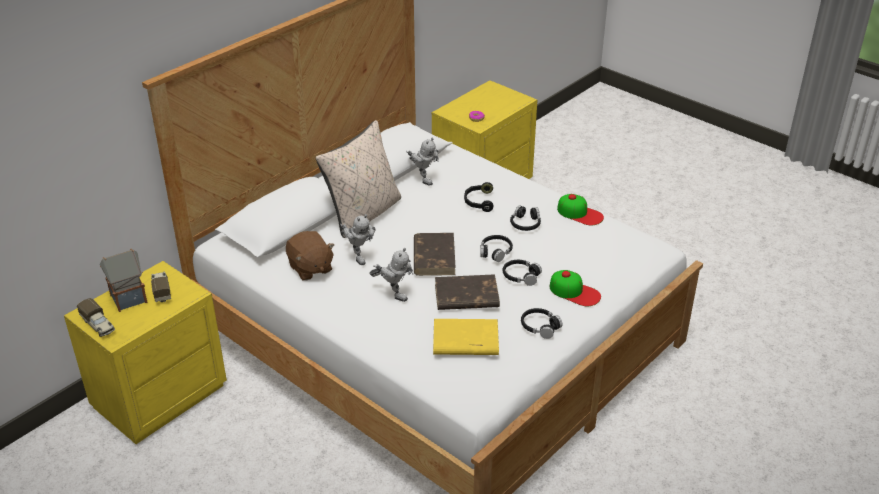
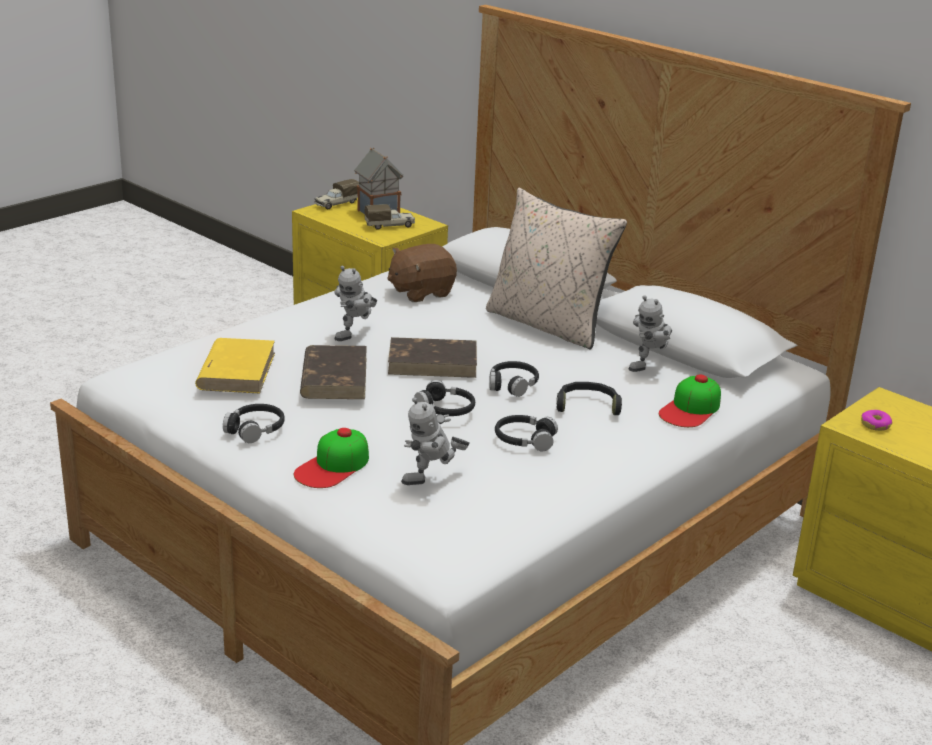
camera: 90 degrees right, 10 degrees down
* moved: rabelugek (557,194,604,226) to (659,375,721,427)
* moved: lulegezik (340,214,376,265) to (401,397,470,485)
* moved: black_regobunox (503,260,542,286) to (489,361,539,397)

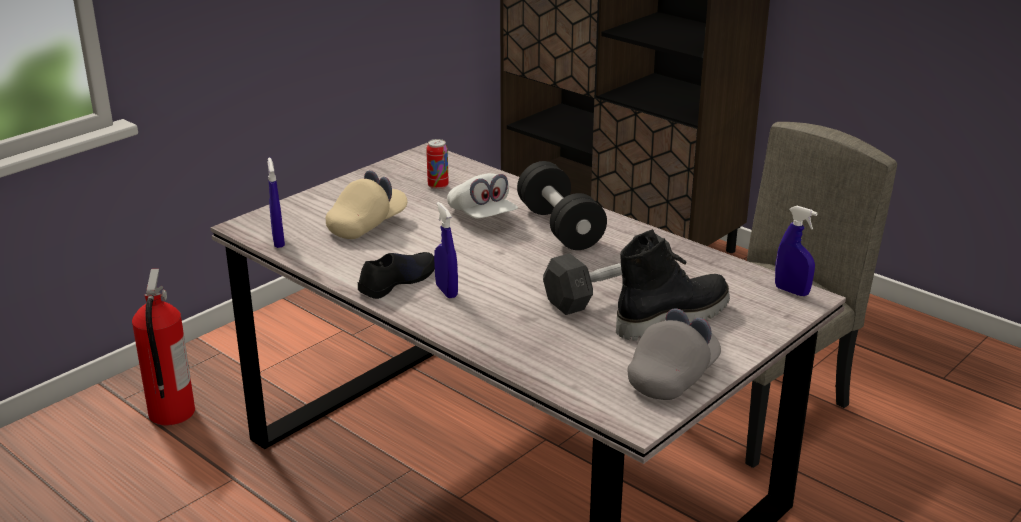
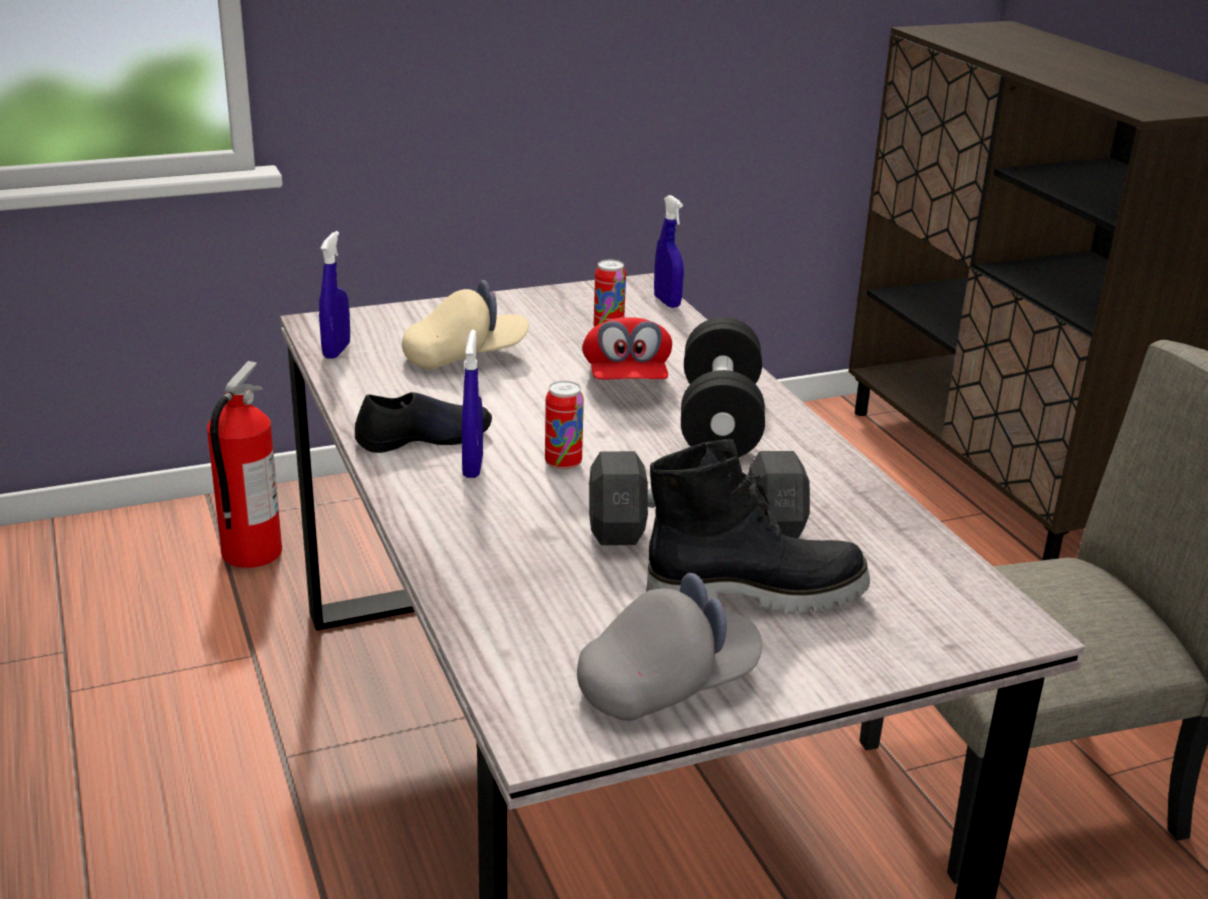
camera: 25 degrees right, 0 degrees up
* recoloured: white_rabelugek (447,173,518,218) to red_rabelugek (582,317,672,379)
* moved: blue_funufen (775,206,817,296) to (654,195,684,308)
* added: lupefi (545,381,584,471)

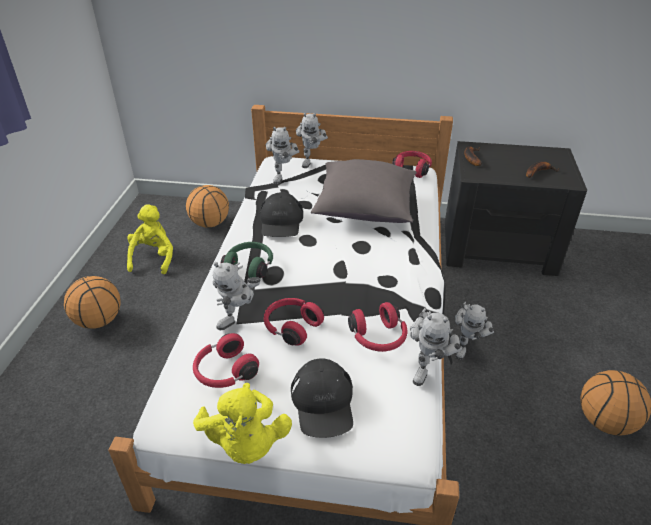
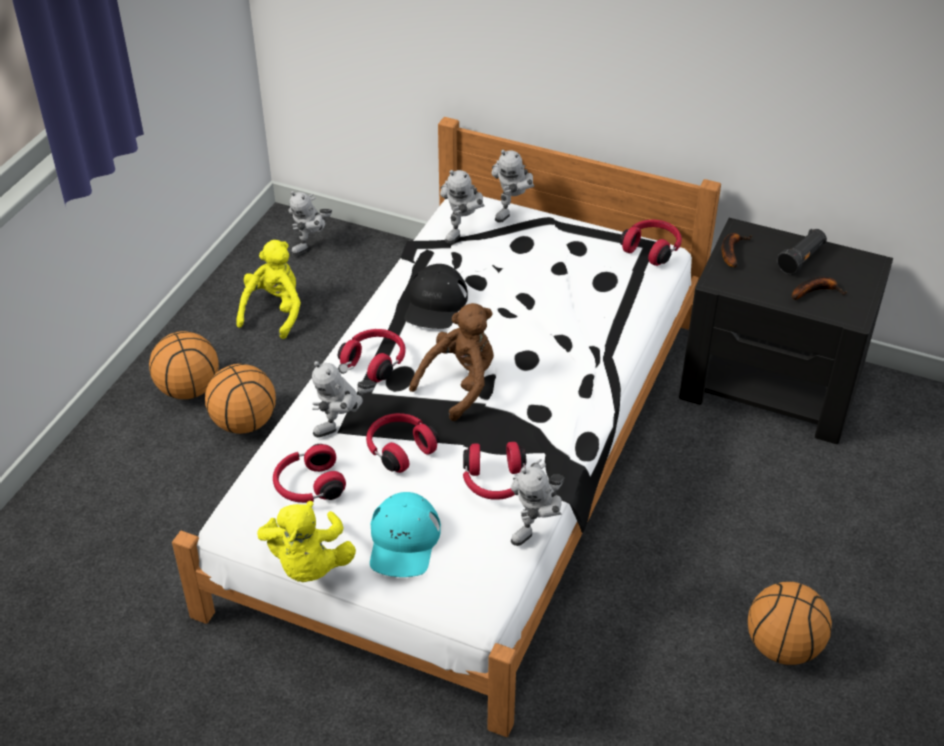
camera: 15 degrees right, 5 degrees up
* removed: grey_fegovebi (311,159,417,223)
* moved: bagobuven (186,185,229,228) to (205,364,276,434)
* recoloured: green_regobunox (221,242,273,278) to red_regobunox (338,329,406,382)
* moved: lulegezik (455,302,494,360) to (288,191,332,255)
* recoloured: black_rabelugek (291,358,353,438) to turquoise_rabelugek (370,492,441,577)
* added: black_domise (777,229,827,275)
* added: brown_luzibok (409,303,494,421)

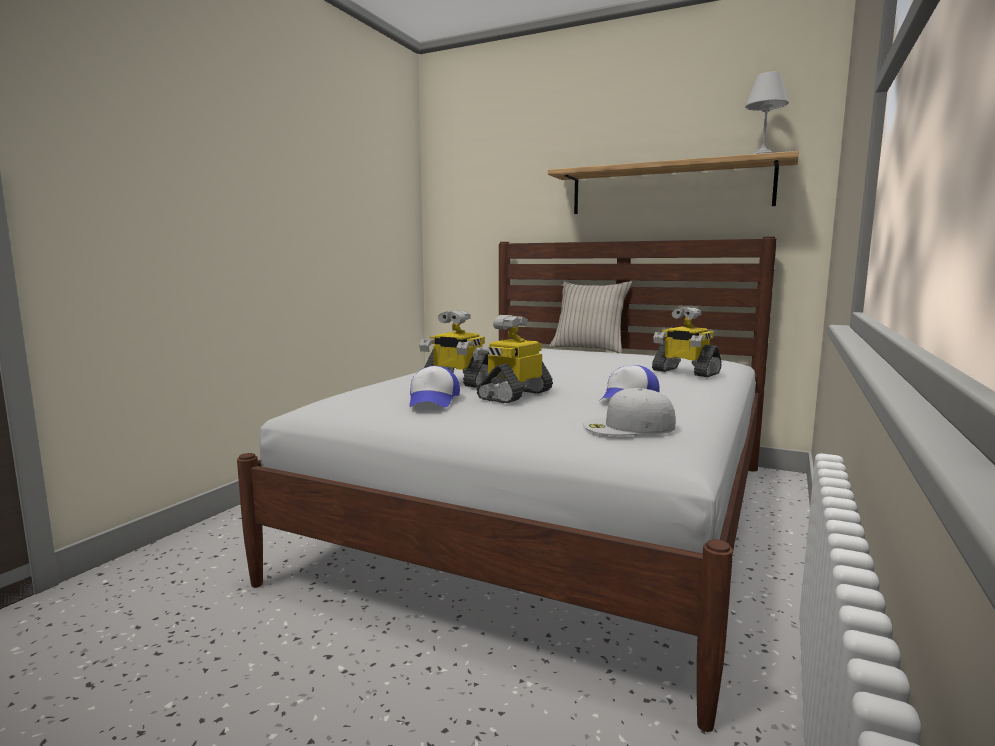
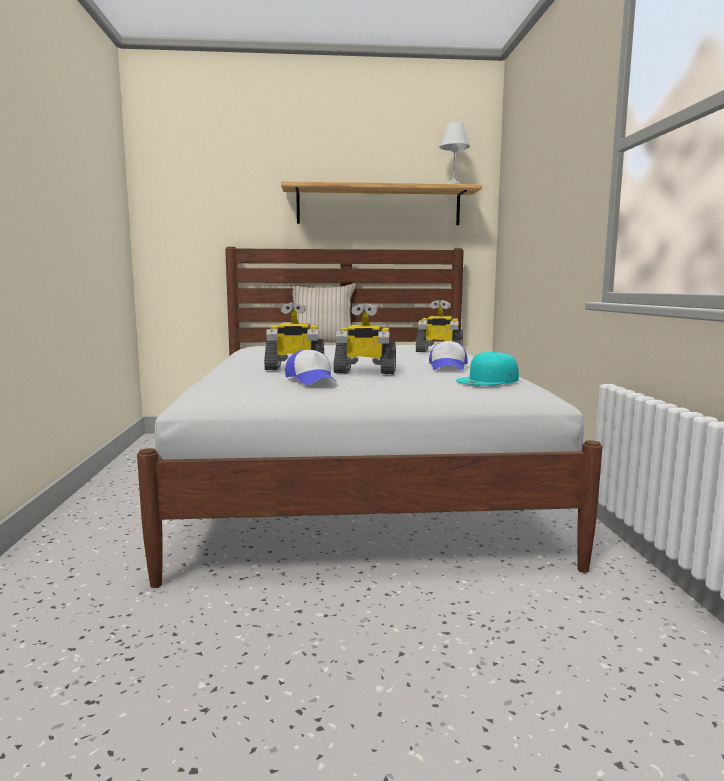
camera: 30 degrees left, 0 degrees up
* turned: lulegezik (473,315,553,403) = (333,303,396,374) 90 degrees counterclockwise
* recoloured: white_rabelugek (583,388,676,435) to turquoise_rabelugek (456,351,519,386)

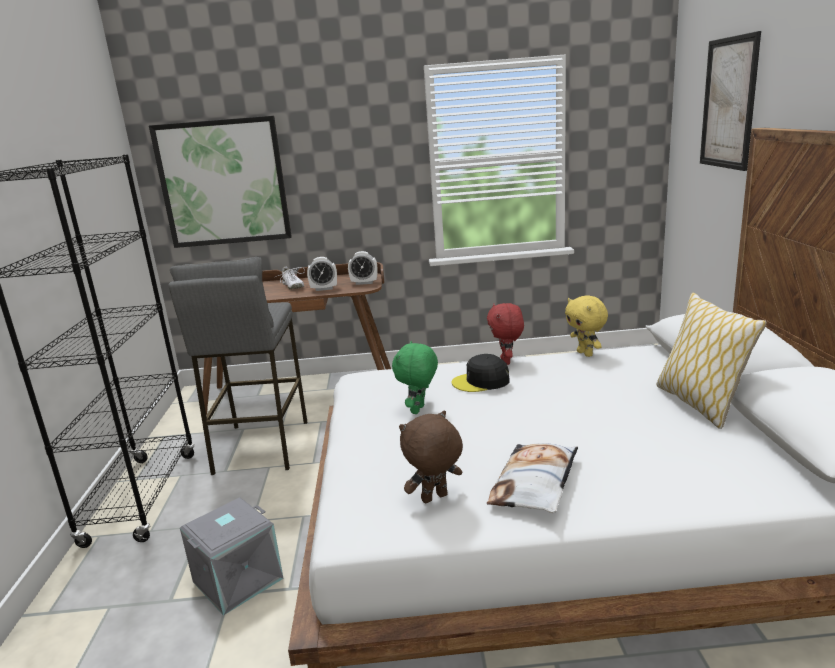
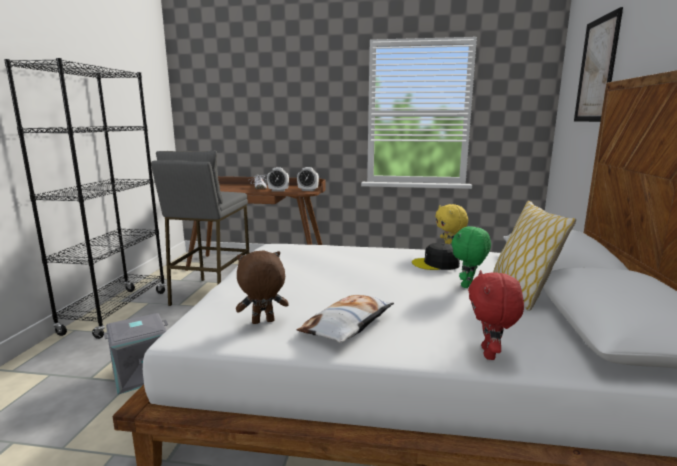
camera: 10 degrees right, 5 degrees down
* removed: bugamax (149,116,292,248)
* moved: red_luzibok (487,303,524,365) to (468,270,524,360)
* moved: green_luzibok (392,341,438,414) to (451,226,491,288)
* moved: black_rabelugek (452,354,510,392) to (412,243,460,270)

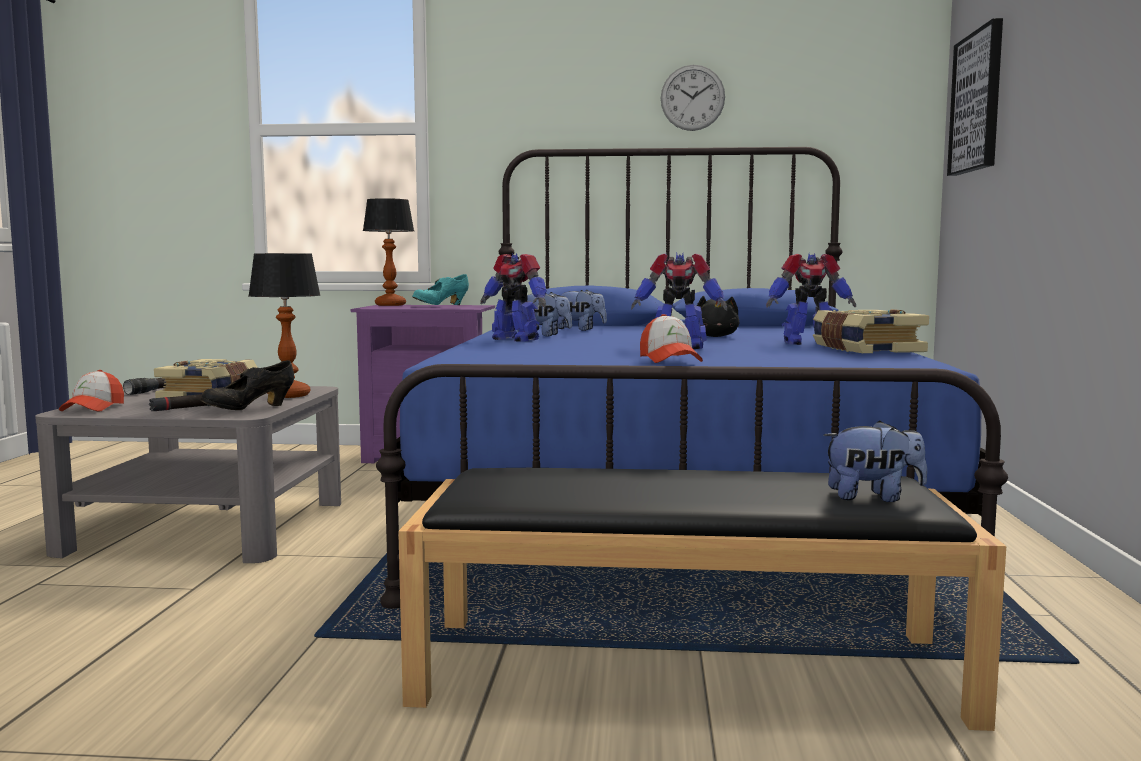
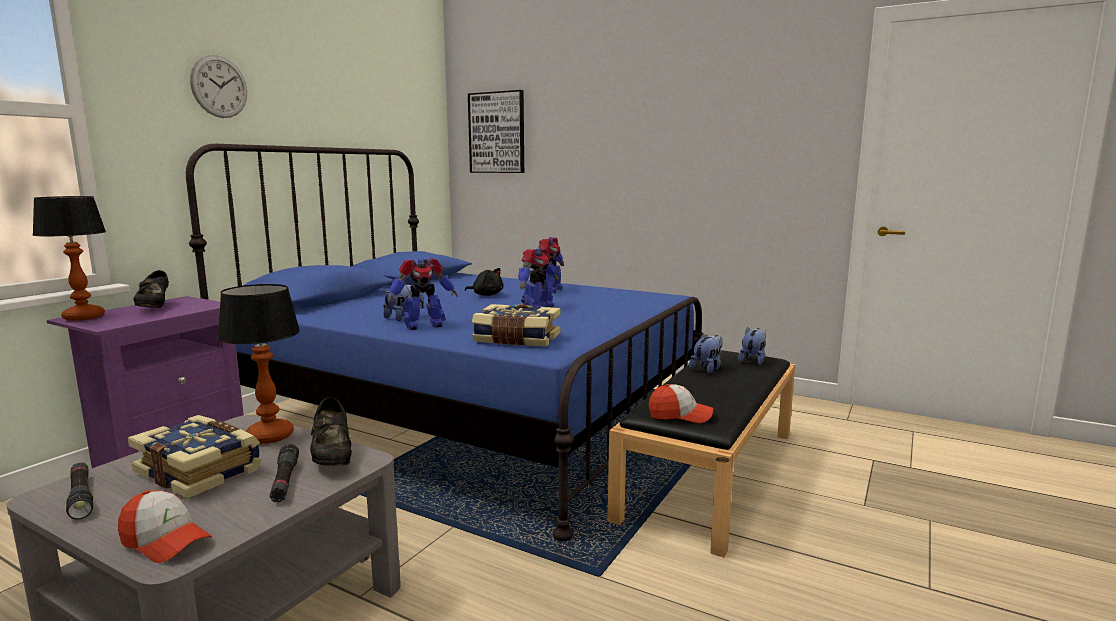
camera: 65 degrees left, 5 degrees up
* moved: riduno (661,65,725,131) to (190,55,247,118)
* recoloured: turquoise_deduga (412,274,469,305) to black_deduga (133,270,169,308)
* moved: luzibok (558,290,607,331) to (689,334,723,374)
* moved: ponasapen (813,309,929,353) to (472,304,560,346)
* moved: rabelugek (640,314,703,363) to (649,384,713,423)

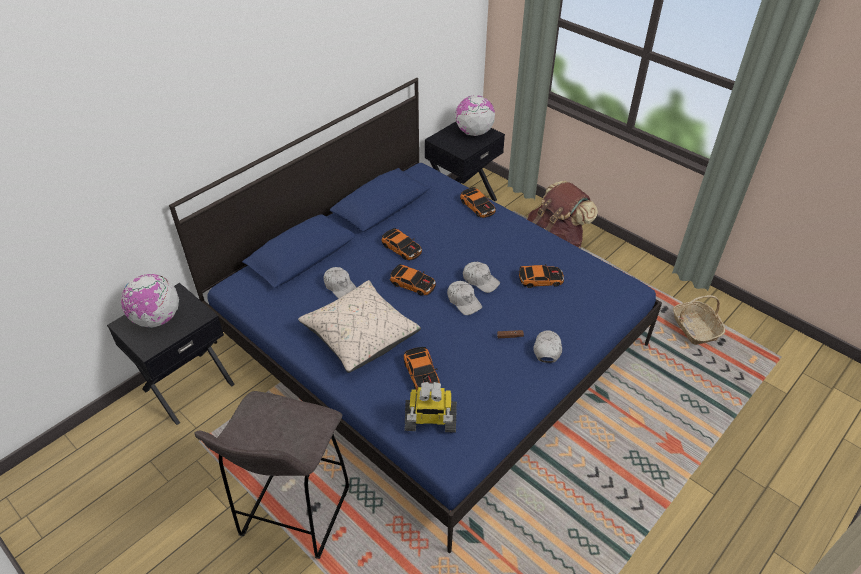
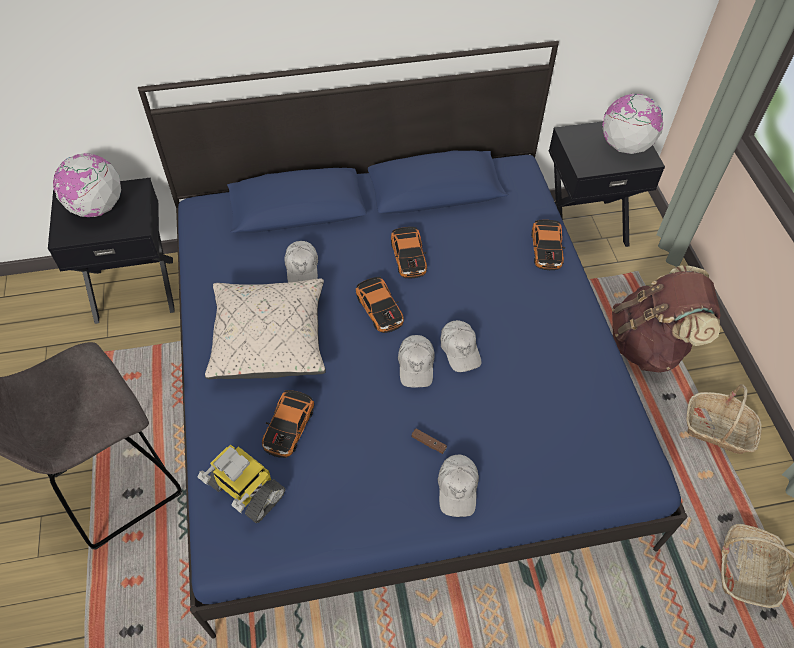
camera: 35 degrees right, 10 degrees up
* removed: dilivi (519,264,564,288)
* turned: white_rabelugek (533,330,562,363) = (438,455,479,517) 135 degrees clockwise
* added: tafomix (687,384,762,454)

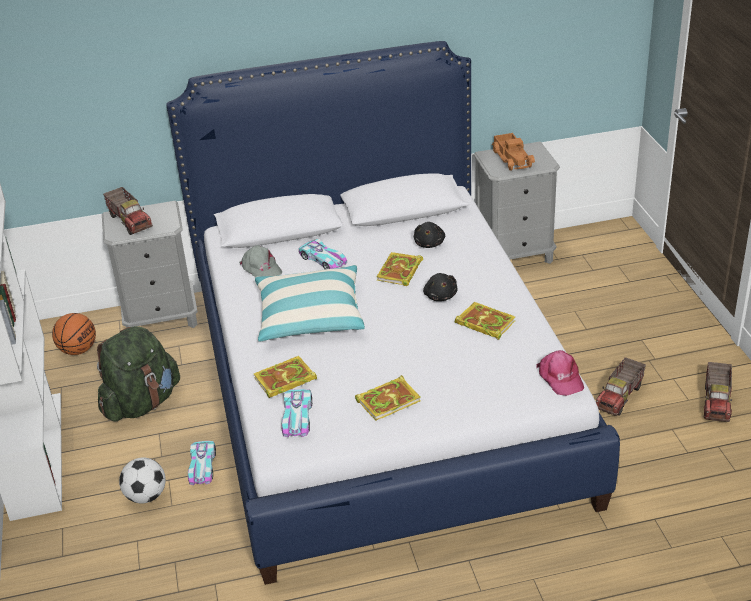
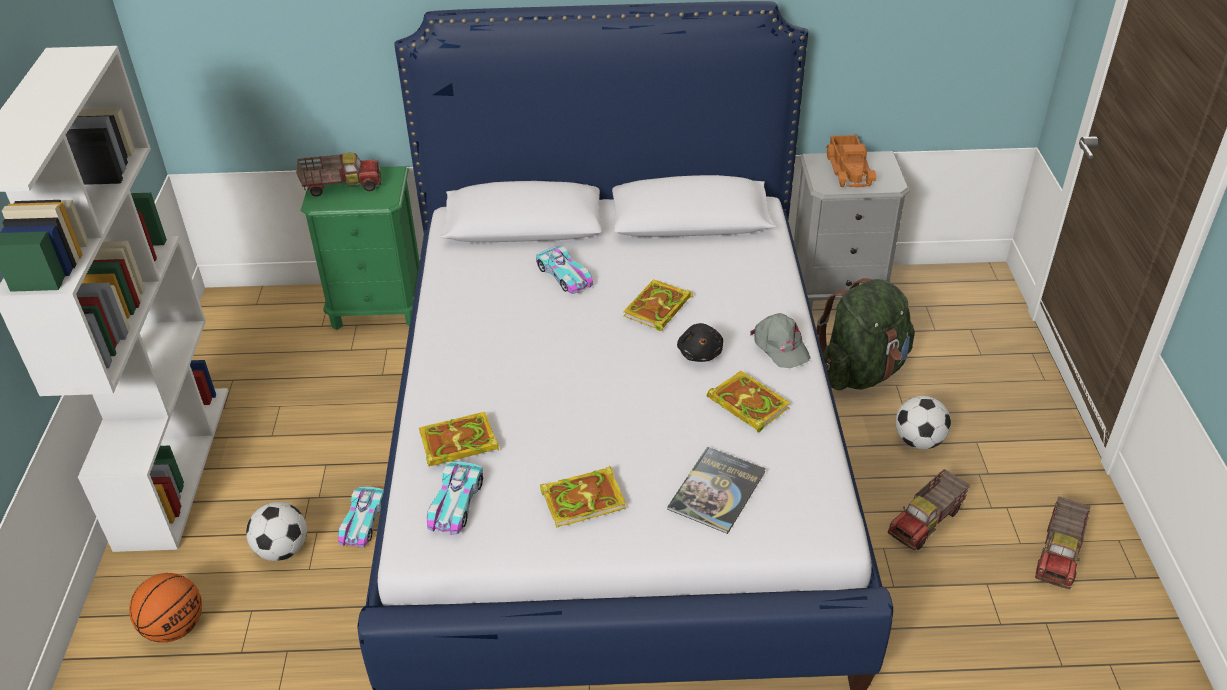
camera: 10 degrees right, 5 degrees up
* turned: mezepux (103,187,153,235) = (296,153,381,197) 75 degrees counterclockwise
* recoloured: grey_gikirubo (102,201,198,328) to green_gikirubo (301,166,420,330)
* removed: black_luzibok (414,222,445,248)
* moved: grey_rabelugek (239,245,283,277) to (750,313,811,368)
* removed: fegovebi (255,265,365,342)
* moved: bagobuven (52,313,96,355) to (129,573,202,643)
* moved: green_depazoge (97,326,180,421) to (816,278,915,390)
* removed: pink_rabelugek (536,350,584,396)
* added: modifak (895,396,951,449)
* added: ponasapen (667,447,766,534)

